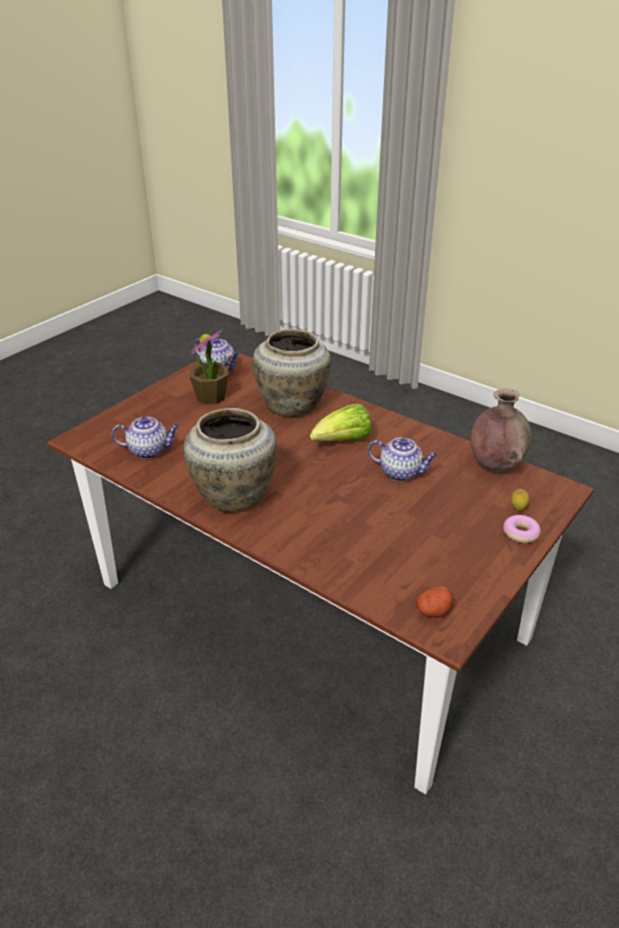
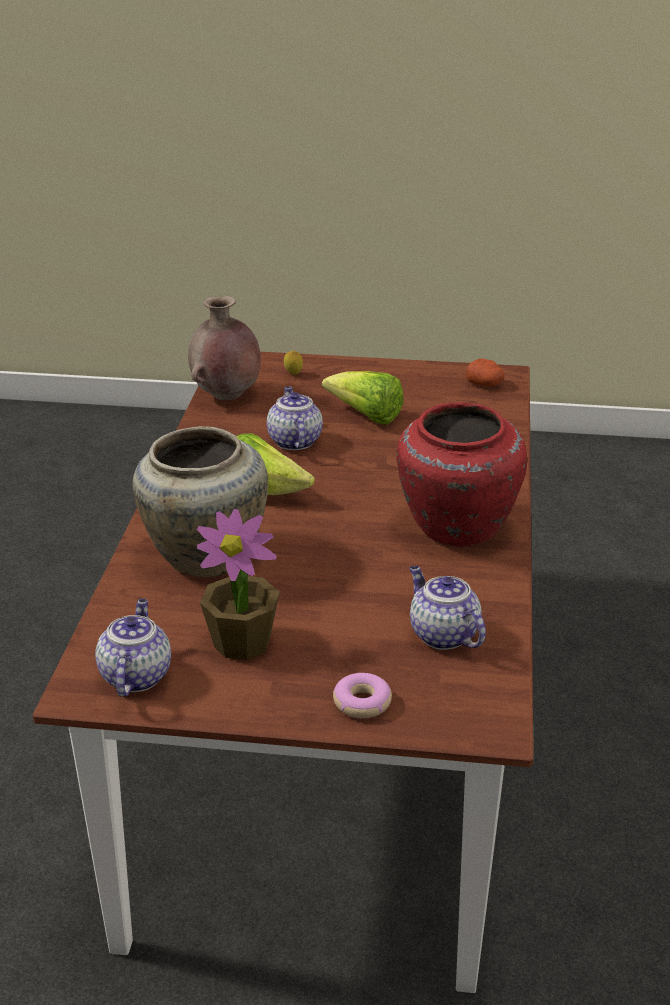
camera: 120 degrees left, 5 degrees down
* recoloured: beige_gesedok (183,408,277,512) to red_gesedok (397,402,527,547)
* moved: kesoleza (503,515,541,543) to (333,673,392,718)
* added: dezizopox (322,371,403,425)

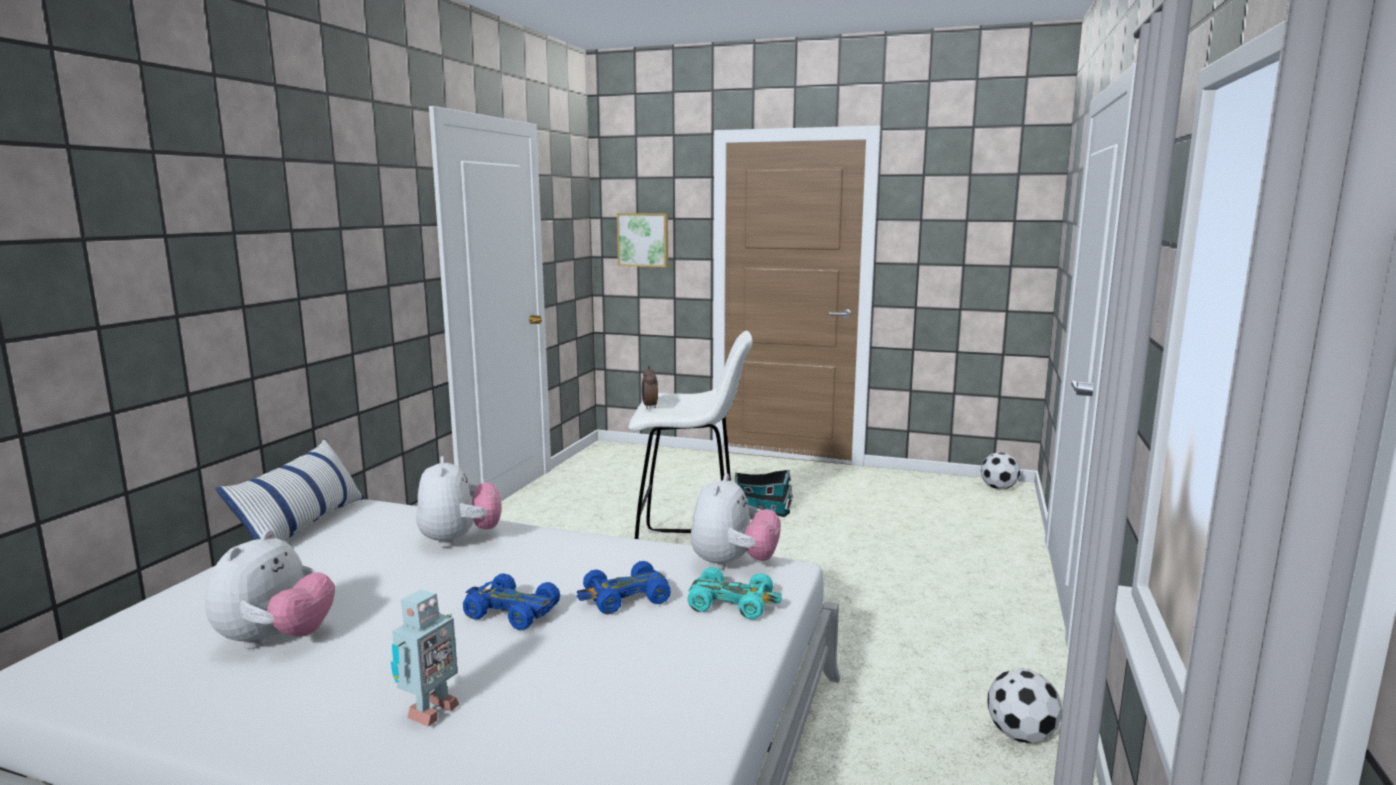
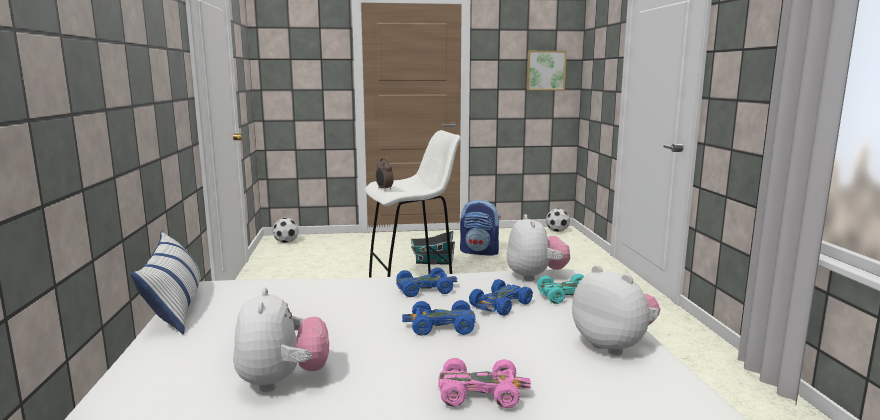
camera: 25 degrees left, 0 degrees up
* moved: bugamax (617,213,668,267) to (526,51,567,90)
* moved: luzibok (416,456,501,548) to (572,265,660,356)
* replaced: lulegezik (391,590,459,727) to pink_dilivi (438,358,531,408)
* moved: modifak (987,668,1062,743) to (272,218,298,243)
* added: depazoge (460,200,501,256)
* added: blue_dilivi (396,267,458,297)

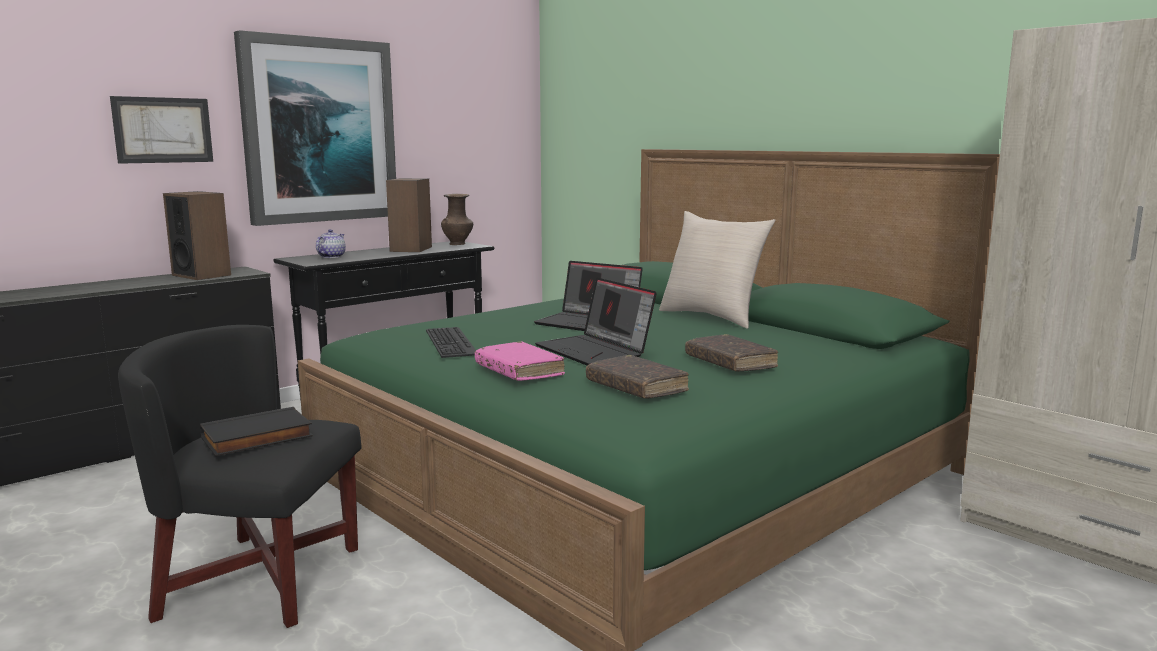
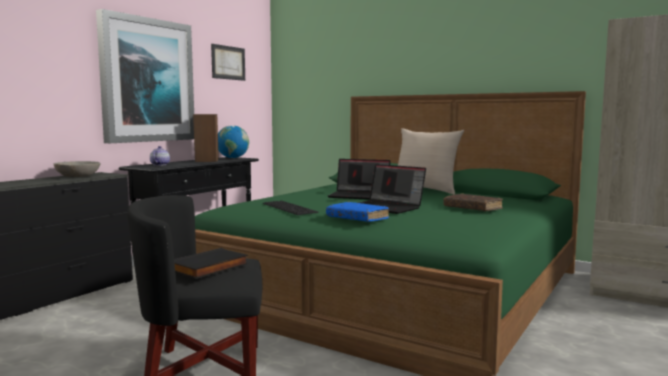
camera: 15 degrees left, 5 degrees down
* moved: bugamax (110,96,213,164) to (211,44,245,81)
* replaced: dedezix (163,191,231,280) to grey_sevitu (54,161,101,177)
* replaced: brown_gesedok (441,194,473,245) to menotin (218,125,249,158)
* recoloured: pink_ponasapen (475,341,565,381) to blue_ponasapen (326,202,389,222)
* removed: brown_ponasapen (586,355,689,399)

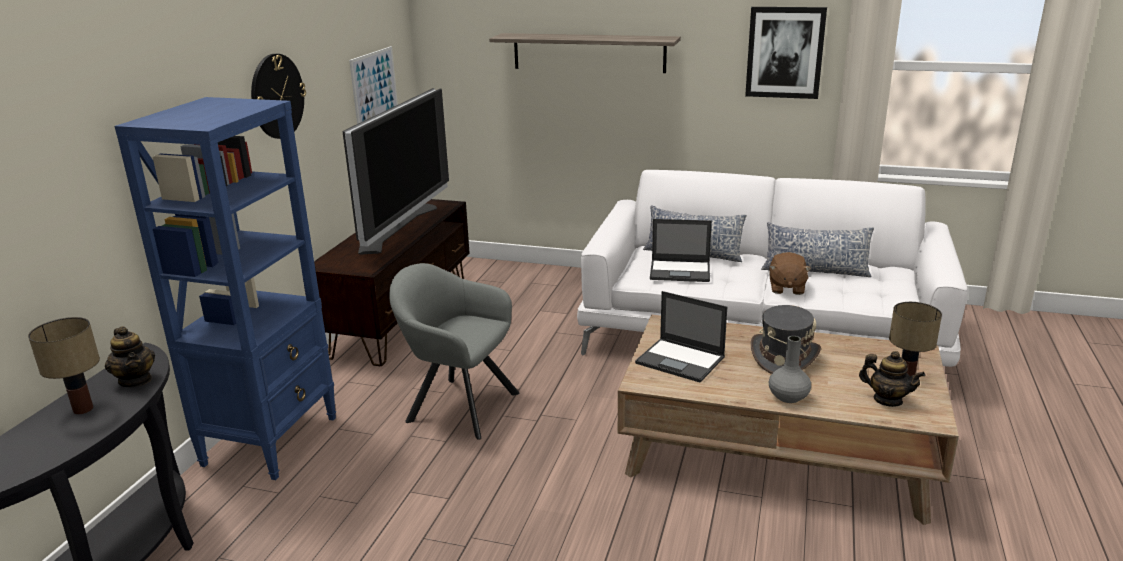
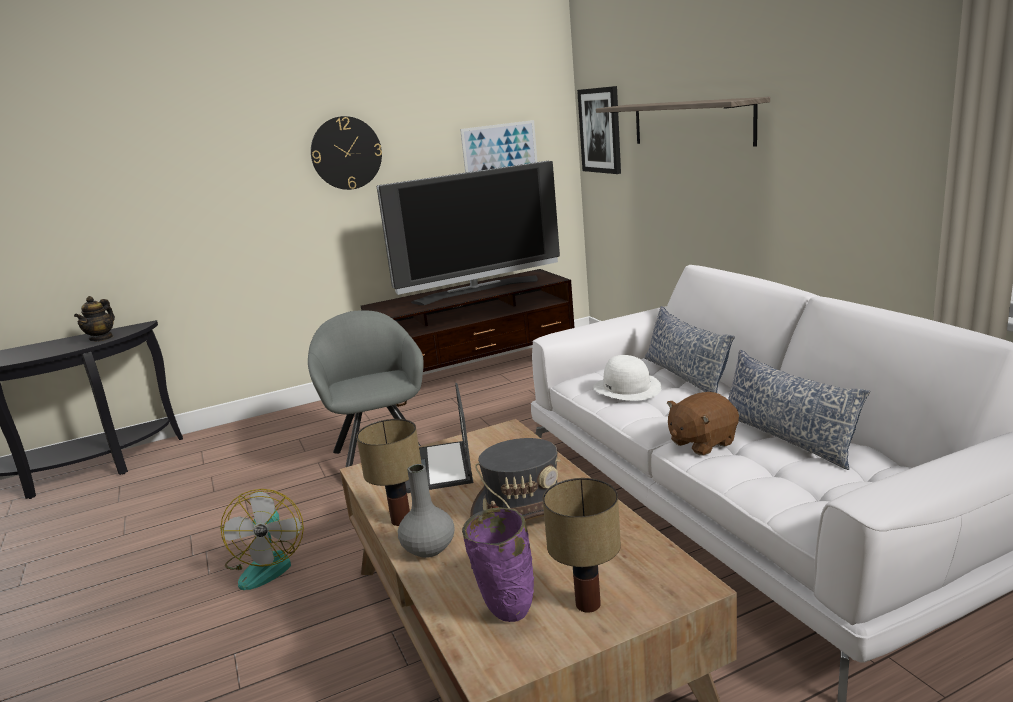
camera: 50 degrees right, 5 degrees down
* moved: bugamax (745,7,827,99) to (577,86,621,174)
* removed: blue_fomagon (115,97,336,480)
* replaced: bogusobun (650,219,712,282) to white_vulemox (593,355,662,401)
* moved: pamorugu (28,317,100,414) to (356,419,422,526)
* replaced: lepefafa (859,351,925,407) to purple_gesedok (462,507,534,622)
* added: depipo (220,489,304,590)

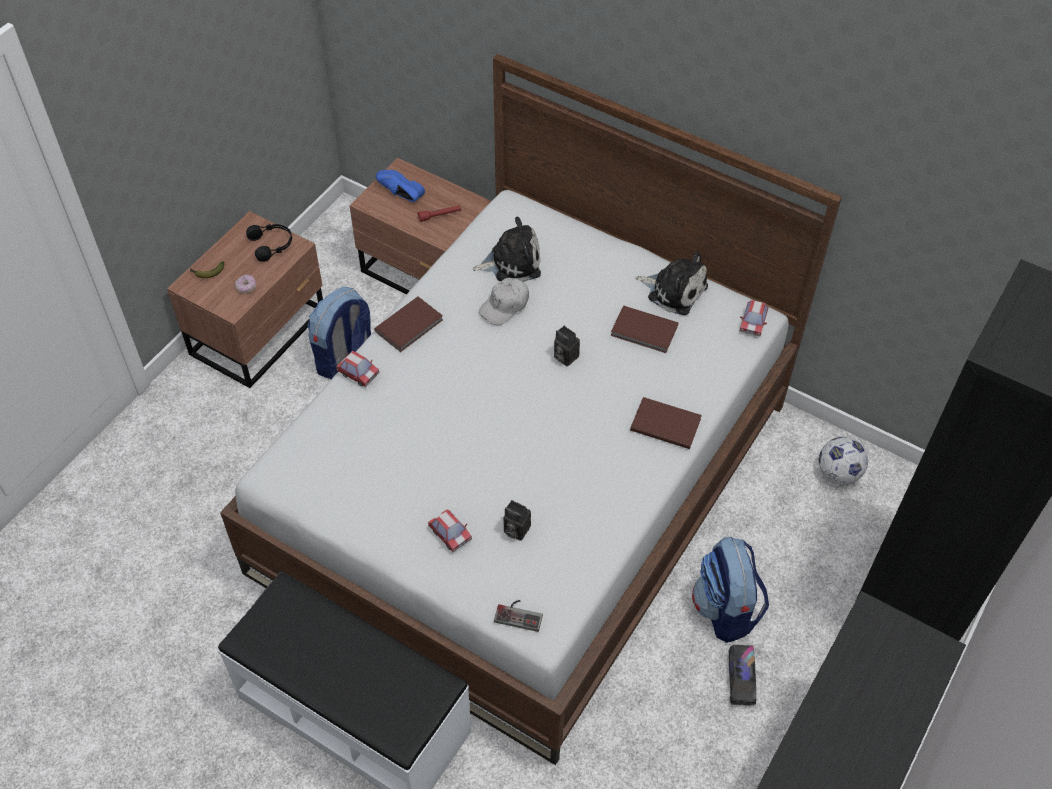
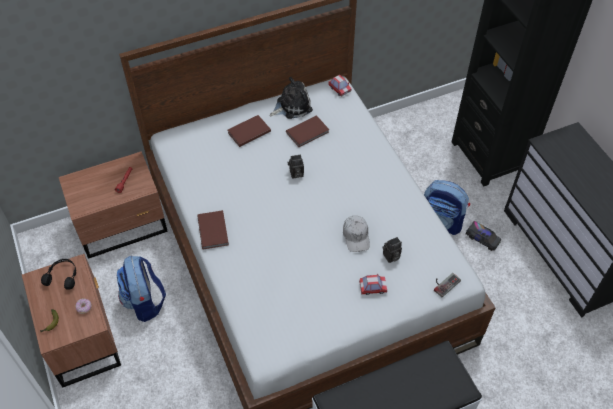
camera: 55 degrees left, 0 degrees up
* removed: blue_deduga (376,170,425,202)
* removed: luzibok (473,217,541,282)
* moved: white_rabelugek (479,278,529,325) to (343,215,370,252)
* removed: dilivi (337,351,380,387)
* moved: brown_ponasapen (630,397,702,449) to (228,115,271,147)
* removed: modifak (819,437,868,485)

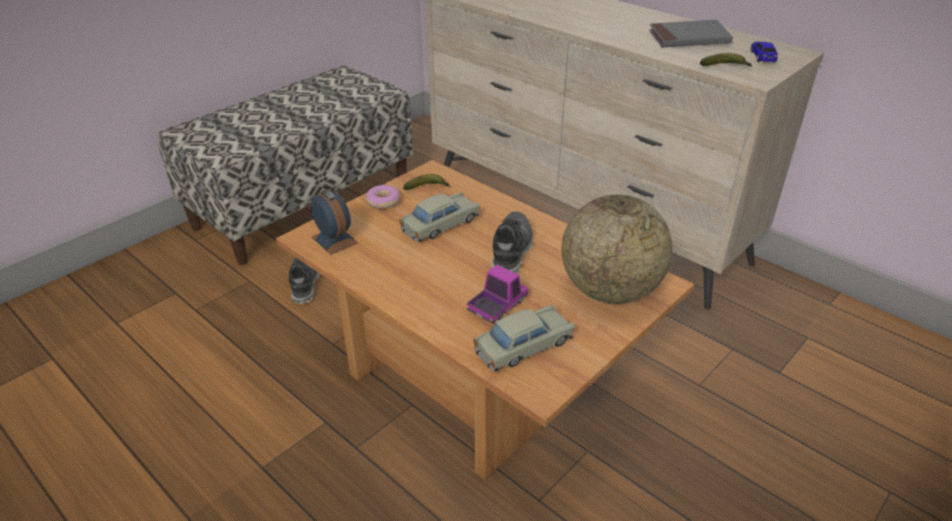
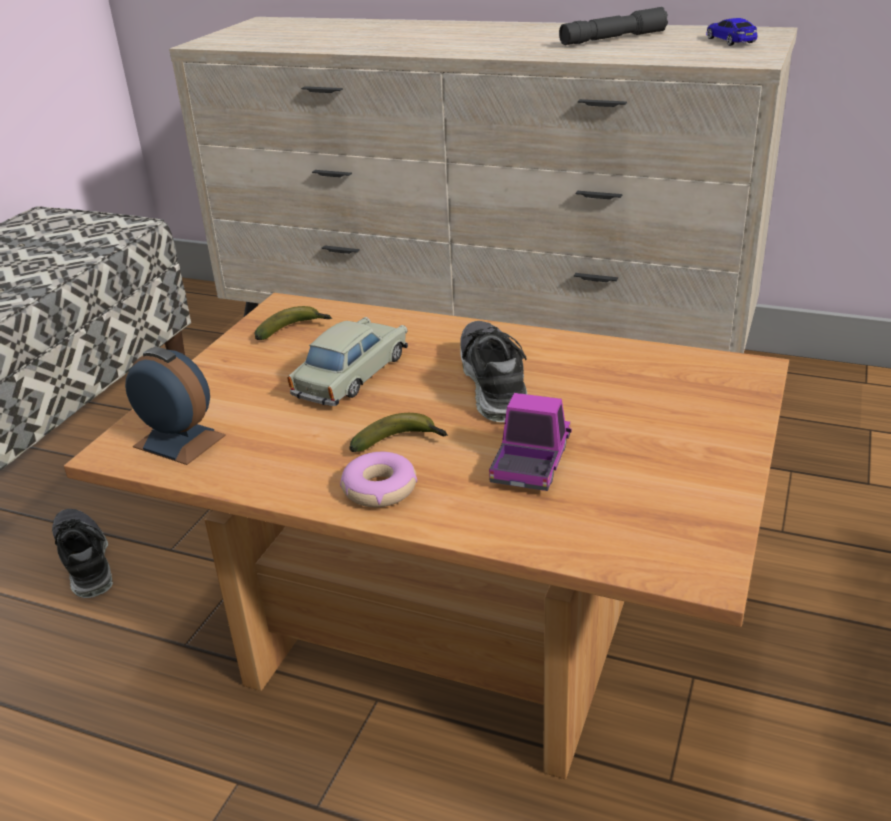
camera: 20 degrees left, 5 degrees down
* replaced: grey_ponasapen (649,19,733,48) to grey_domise (559,7,668,45)
* moved: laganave (700,53,752,67) to (349,413,448,452)
* moved: kesoleza (366,185,400,209) to (340,452,417,507)
* removed: menotin (562,195,673,304)
* removed: beige_dilivi (473,305,575,372)

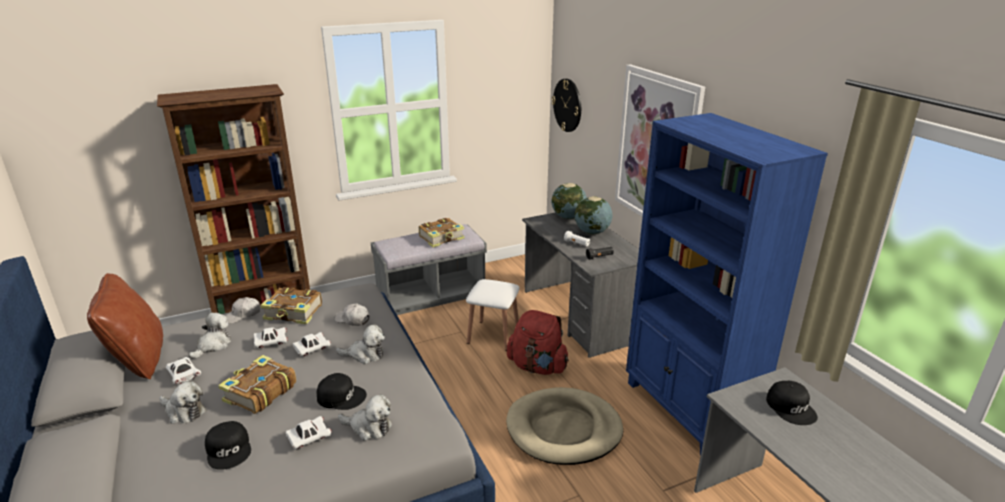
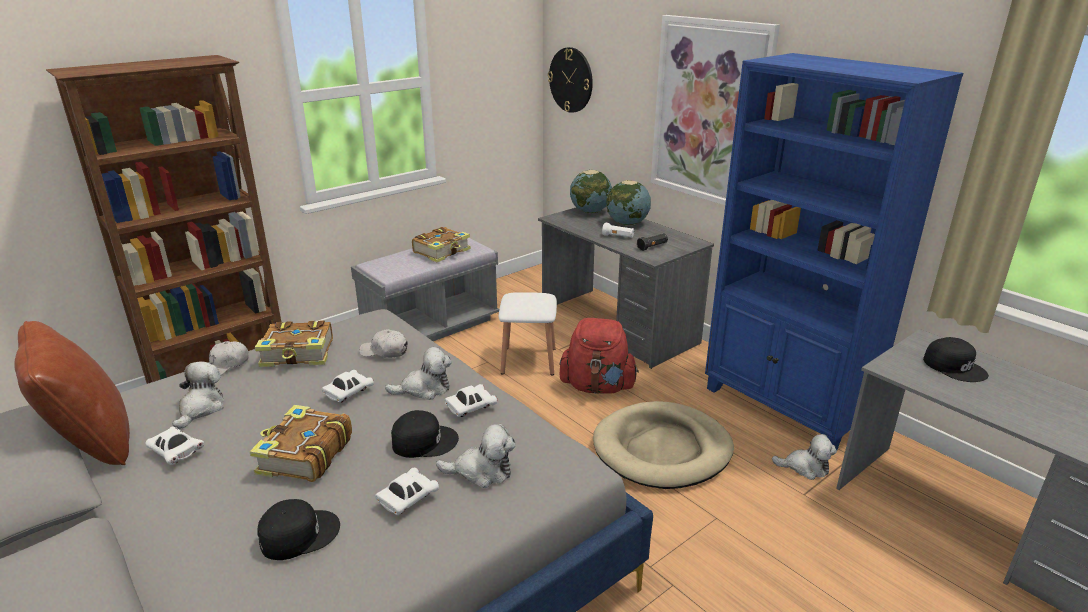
camera: 15 degrees left, 0 degrees up
* moved: white_dilivi (254,327,288,348) to (445,384,497,417)
* moved: luzibok (159,381,206,424) to (772,434,837,480)
* turned: black_rabelugek (205,421,251,470) = (257,499,340,560) 75 degrees counterclockwise

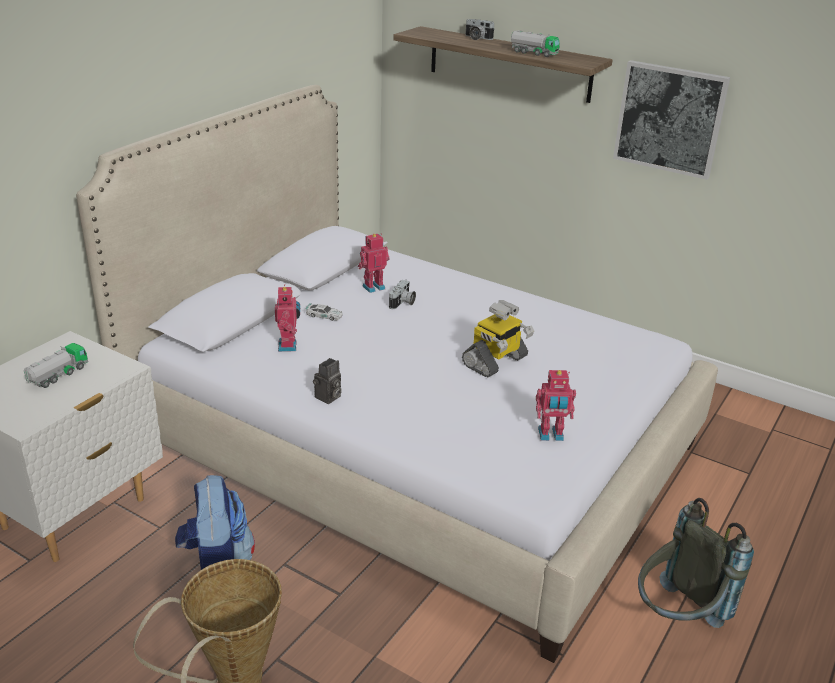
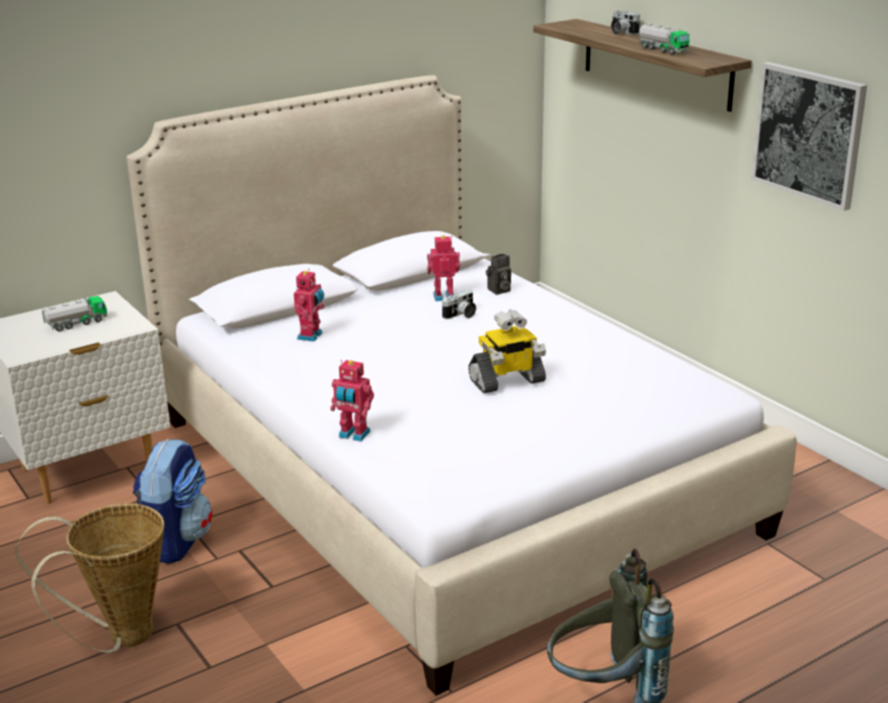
camera: 25 degrees right, 5 degrees down
* removed: dilivi (305,303,343,321)
* moved: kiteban (313,358,342,404) to (486,254,511,295)
* moved: lulegezik (536,370,576,441) to (330,360,374,442)

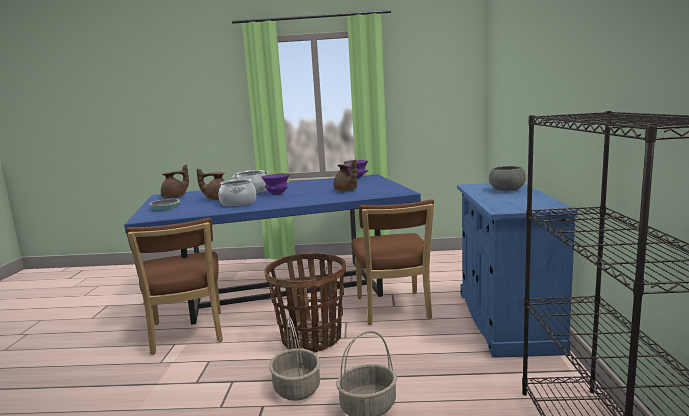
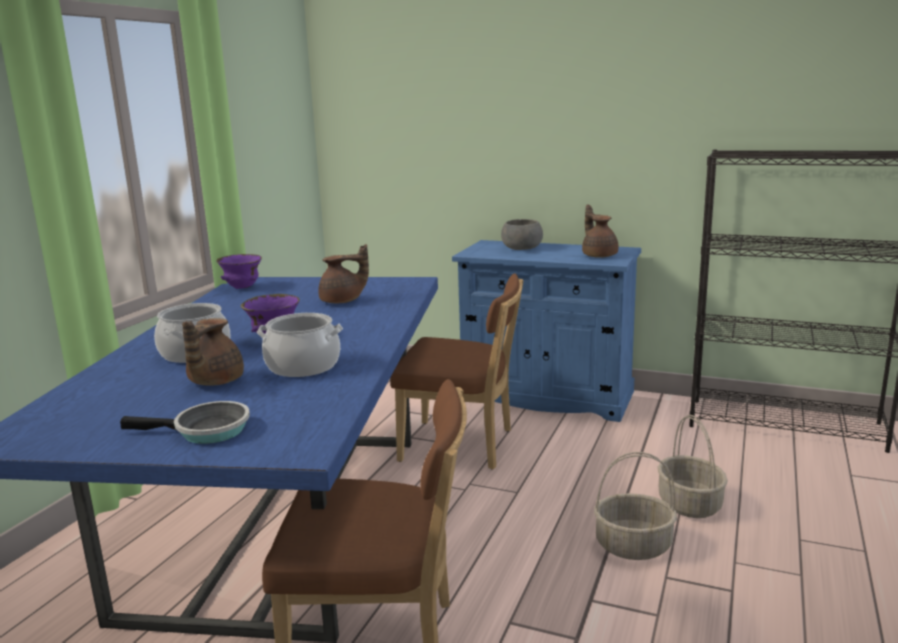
camera: 70 degrees left, 5 degrees up
* moved: brown_lepefafa (161,165,189,198) to (582,204,619,258)
* removed: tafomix (264,253,346,352)

